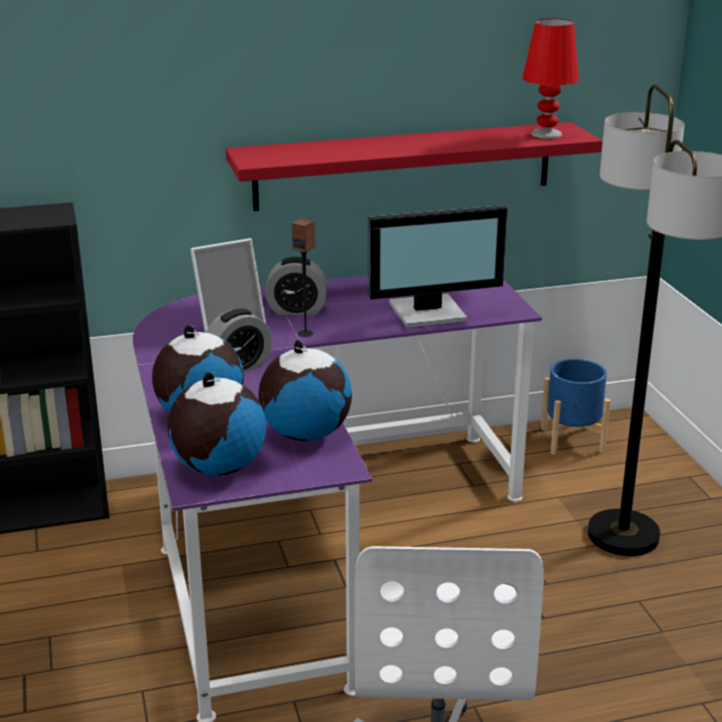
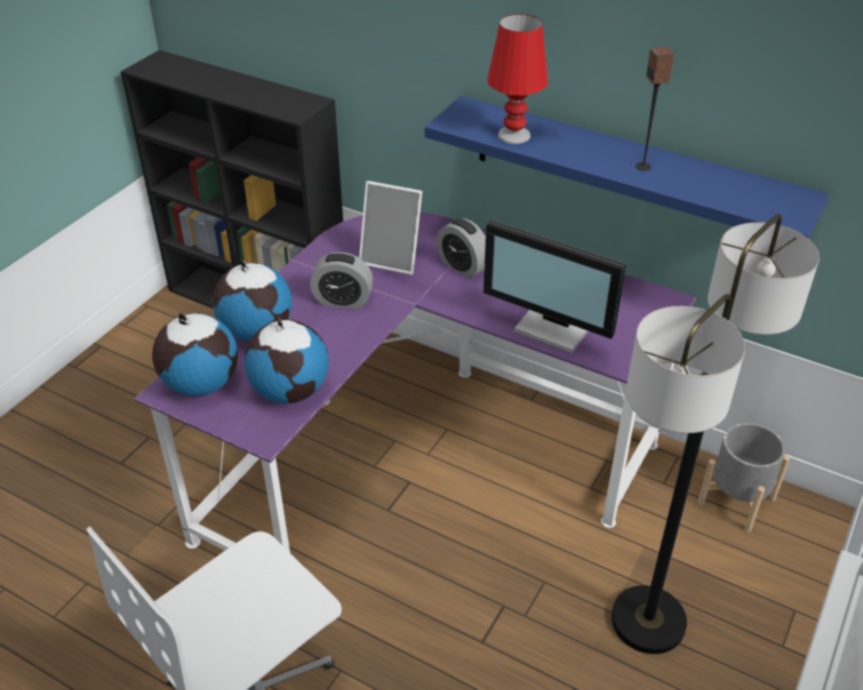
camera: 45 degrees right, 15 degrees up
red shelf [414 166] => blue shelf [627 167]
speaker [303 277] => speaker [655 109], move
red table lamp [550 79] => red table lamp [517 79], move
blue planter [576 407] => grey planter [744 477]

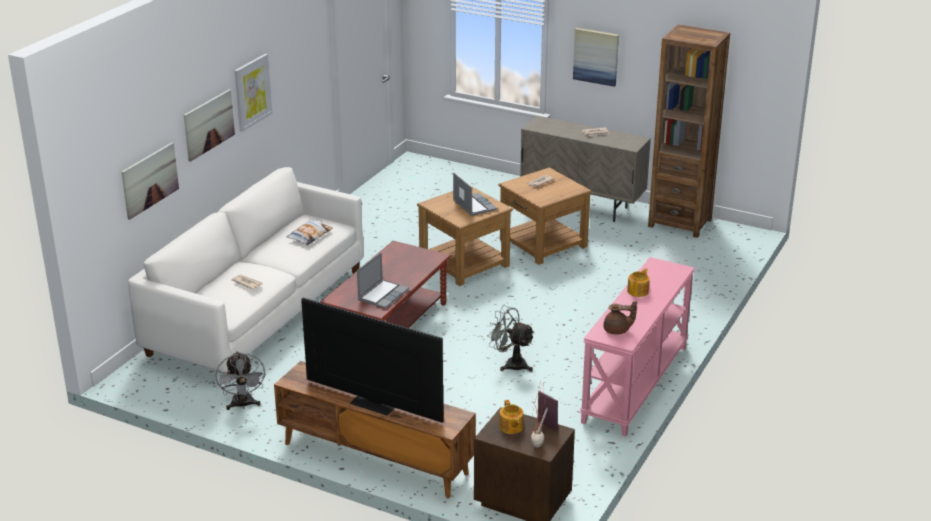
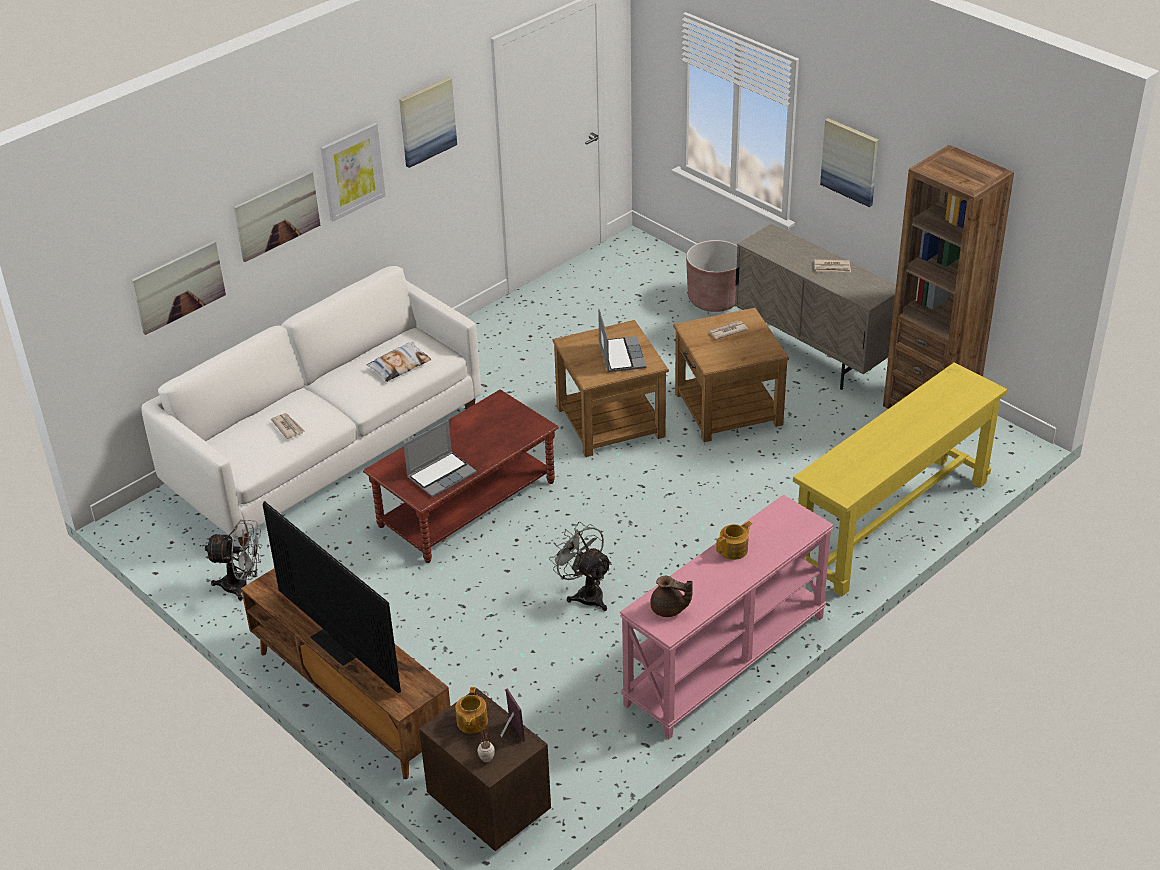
camera: 20 degrees right, 10 degrees up
grey fan [241 380] => grey fan [233 560], 90 degrees counterclockwise
nothing => picture [428 122]
nothing => brown planter [711 276]
nothing => yellow console table [900 479]

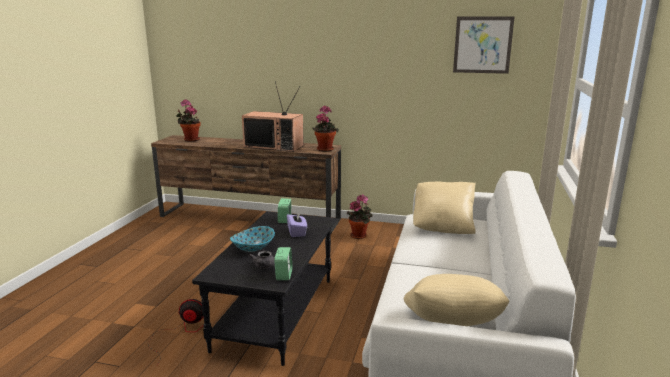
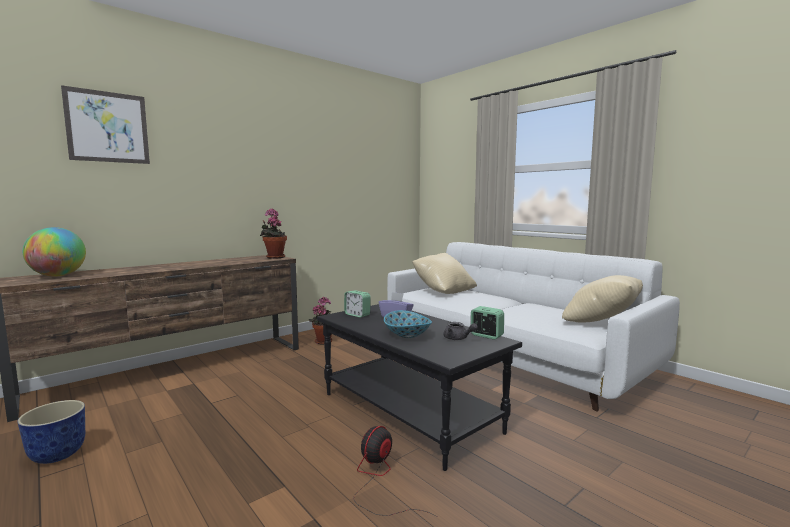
camera: 55 degrees left, 10 degrees down
potted plant [188 120] => globe [54 252]
television [273 117] => nothing
picture [484 45] => picture [105 124], move
nothing => planter [51 432]

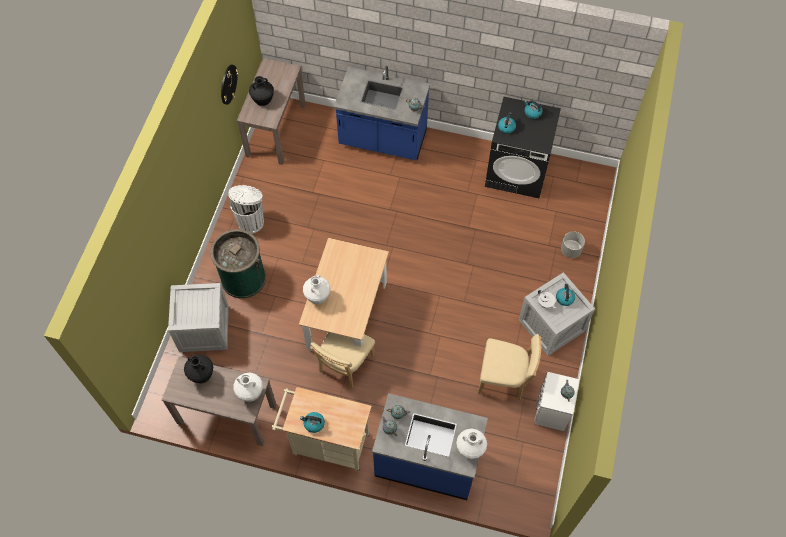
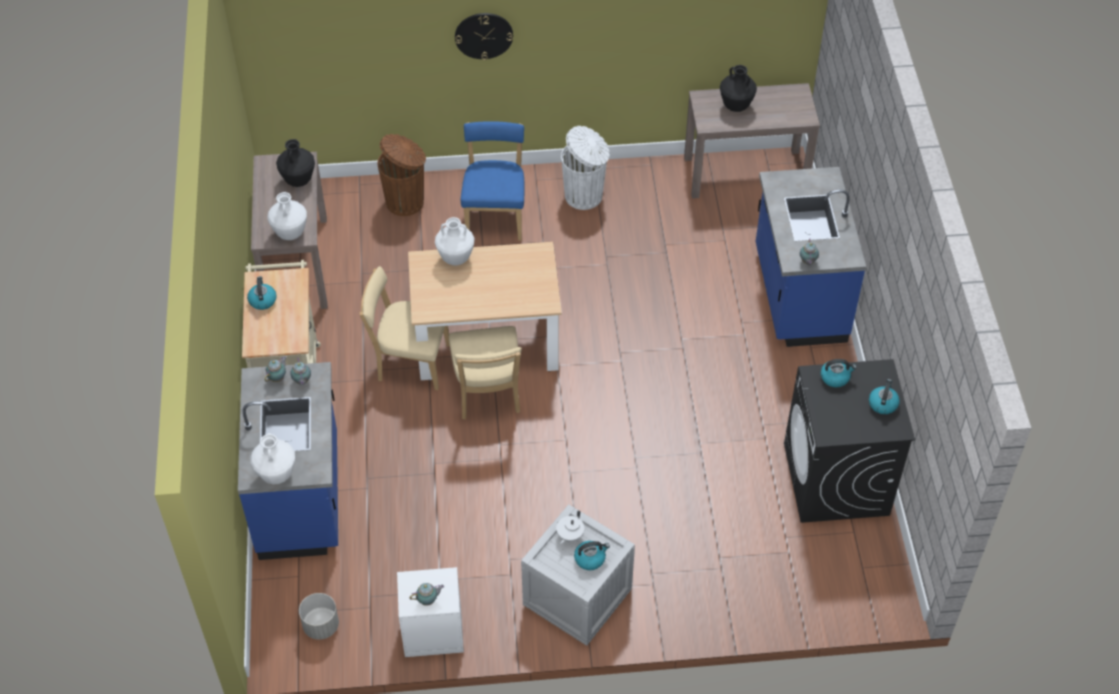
camera: 70 degrees right, 10 degrees down
crate [198 317] => brown trash can [401 175]
green trash can [238 263] => blue chair [492 181]
wall clock [229 85] => wall clock [484 36], move
beige chair [510 367] => beige chair [485 372], move
grey planter [573 244] => grey planter [319 616], move

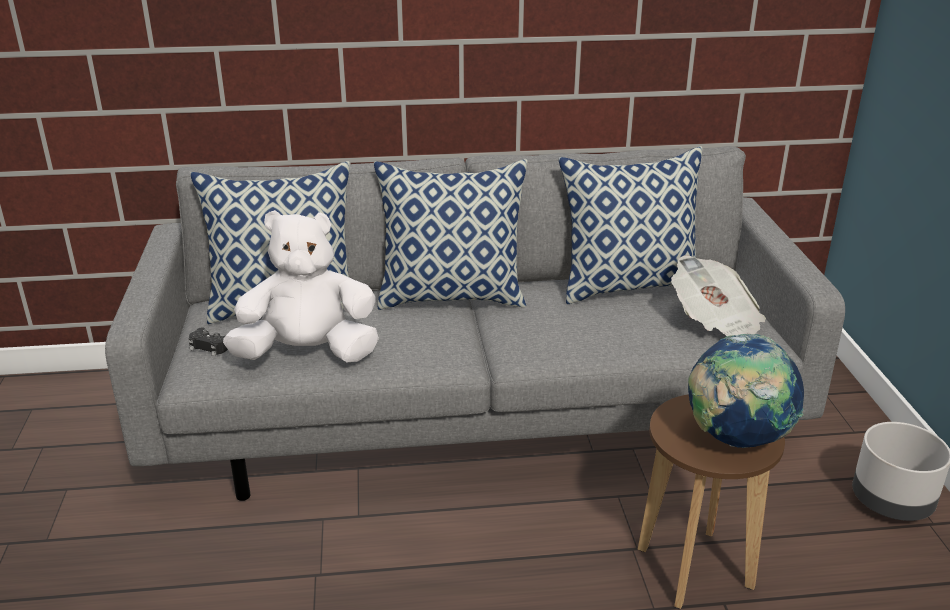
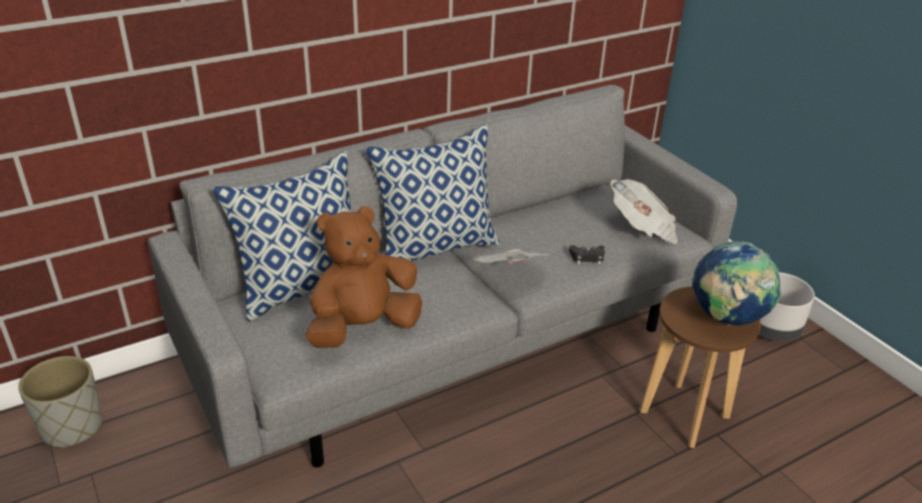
camera: 25 degrees left, 5 degrees up
black game controller [208 342] => black game controller [587 254], move
white plush toy [301 286] => brown plush toy [363 277]
pillow [630 225] => nothing
nothing => grey planter [60 402]
nothing => newspaper [511 256]

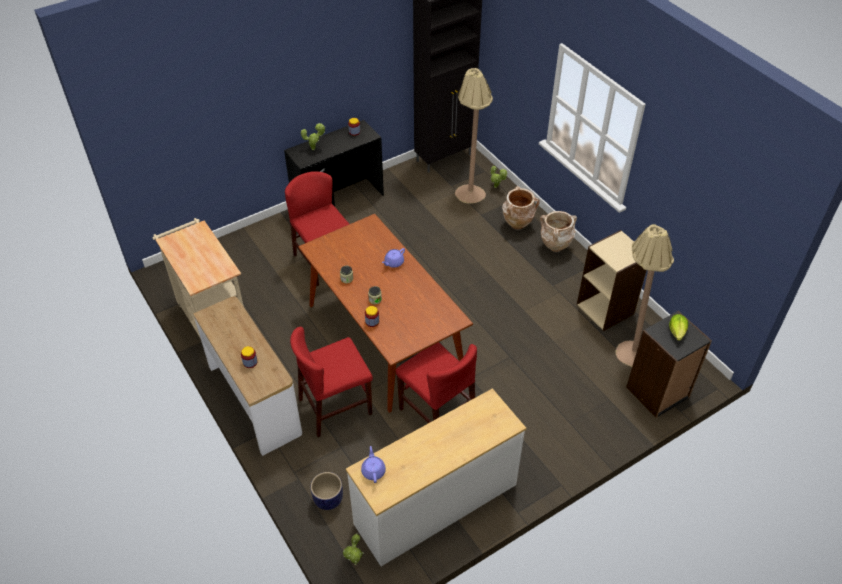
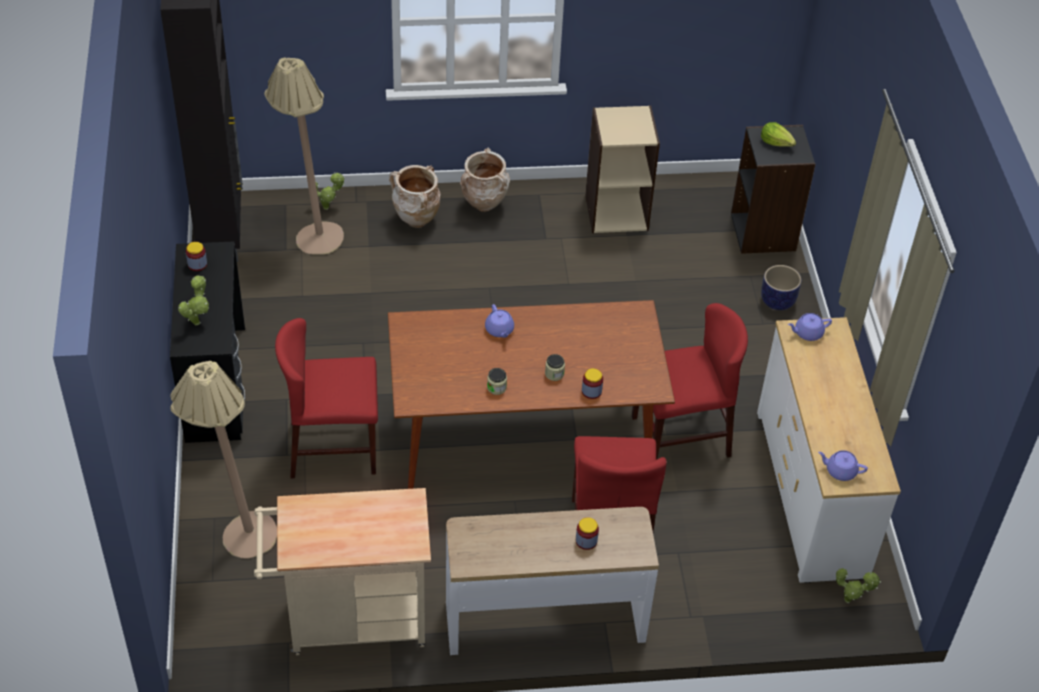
camera: 65 degrees left, 0 degrees up
planter [327 491] => planter [781 287], move
beige floor lamp [644 296] => beige floor lamp [223 460], move
nothing => purple teapot [810 327]

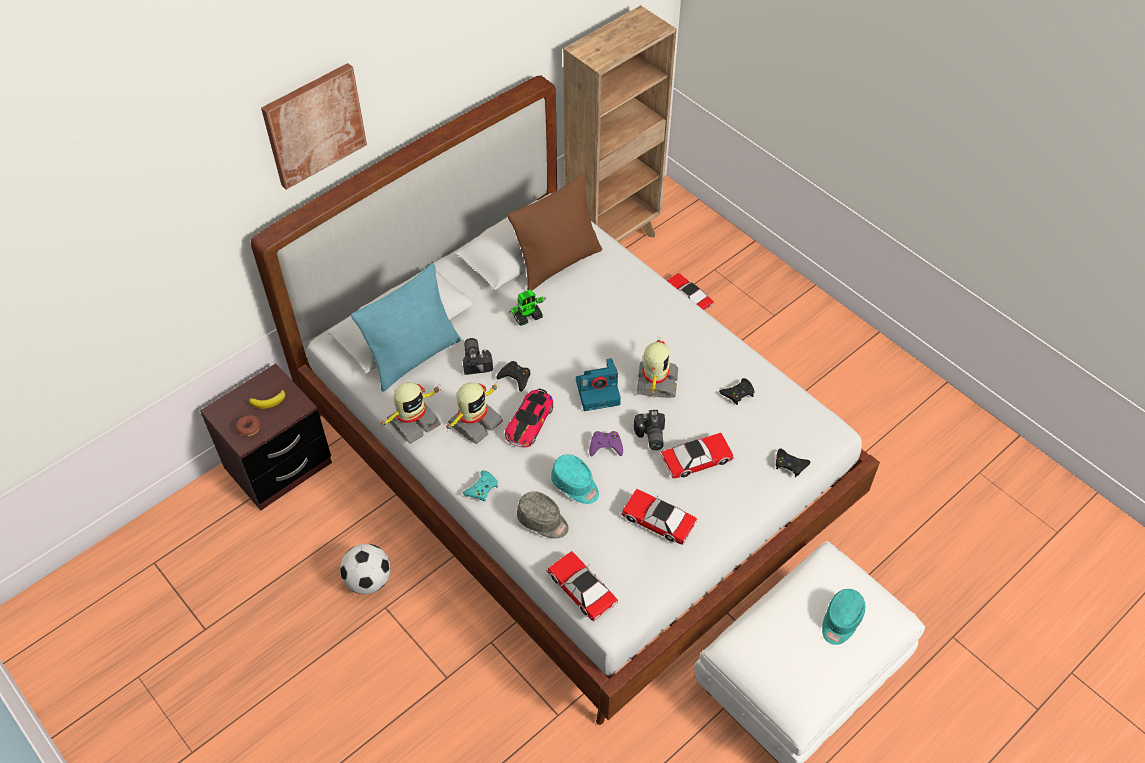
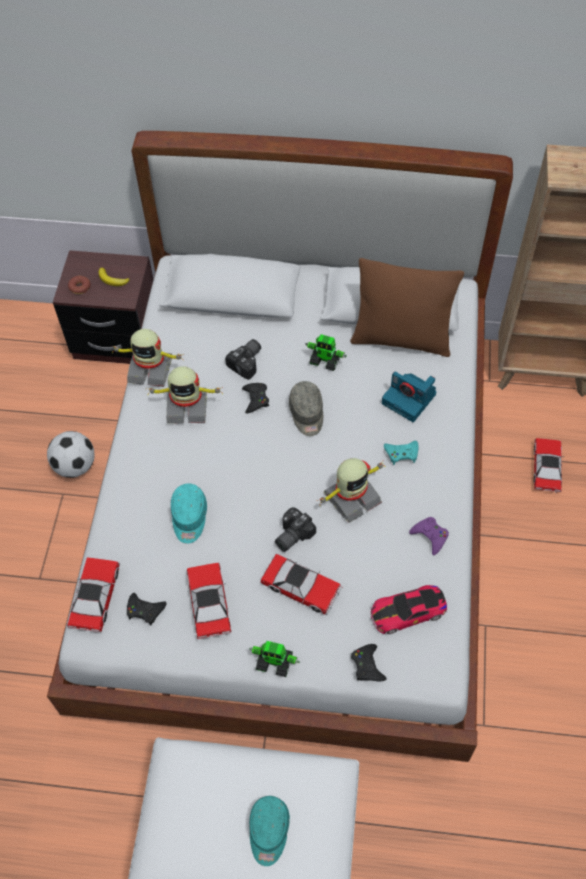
camera: 50 degrees right, 5 degrees up
picture [314 126] => nothing
turquoise pillow [406 327] => nothing
turquoise game controller [480 486] => turquoise game controller [401 453], move
toy car [529 418] => toy car [409 609], move
grey cap [543 515] => grey cap [306 408], move
photo camera [598 384] => photo camera [409 397], move
purple game controller [606 443] => purple game controller [429 536], move
black game controller [737 391] => black game controller [147 609], move
turquoise cap [844 617] => turquoise cap [269 831], 75 degrees counterclockwise
nothing => toy robot [274 659]

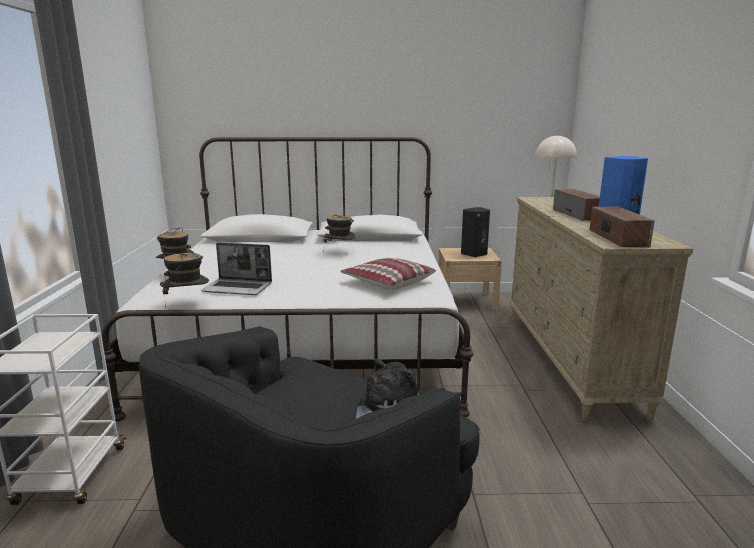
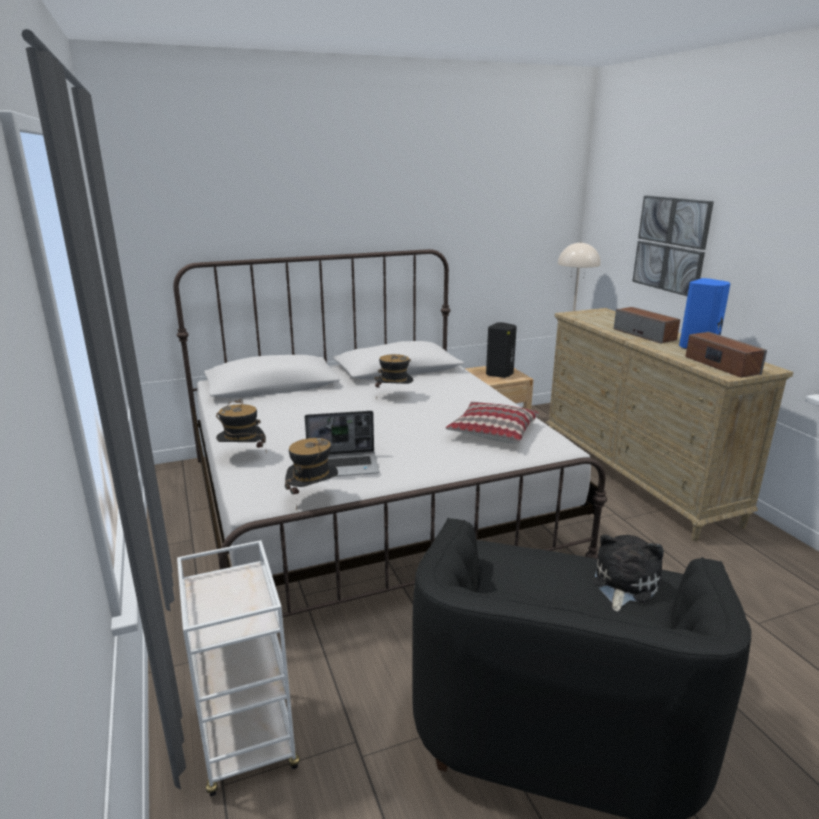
camera: 20 degrees left, 5 degrees up
nothing => picture [673 245]

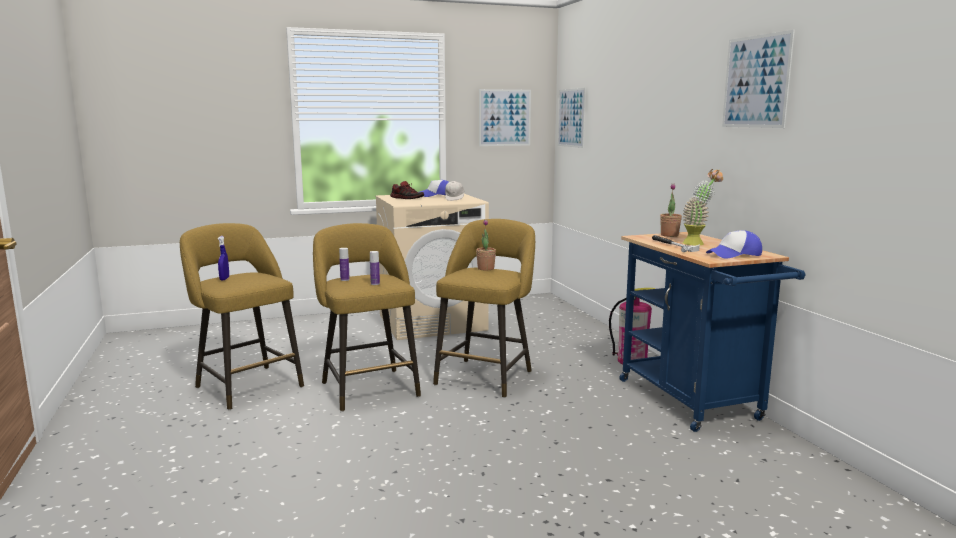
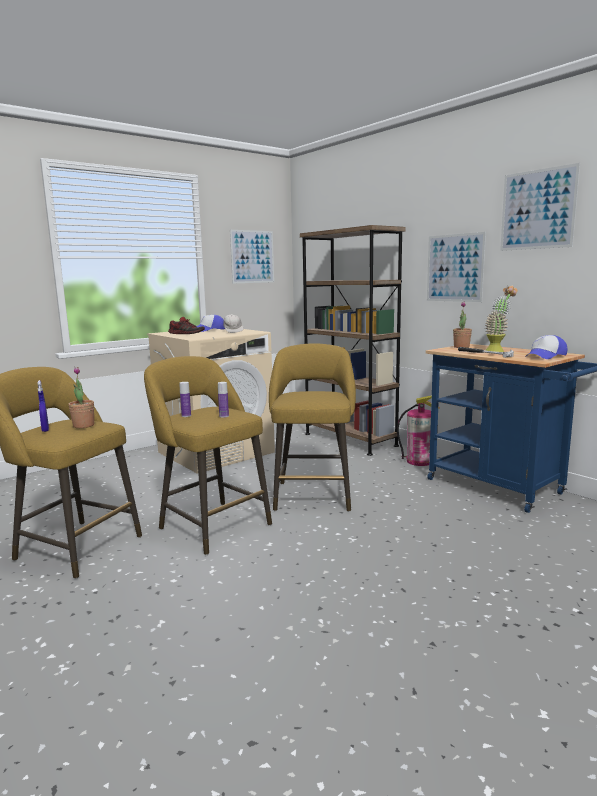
camera: 20 degrees left, 0 degrees up
potted plant [486 245] => potted plant [81 397], move
picture [572 118] => picture [456 267], move
nothing => brown bookcase [353 340]

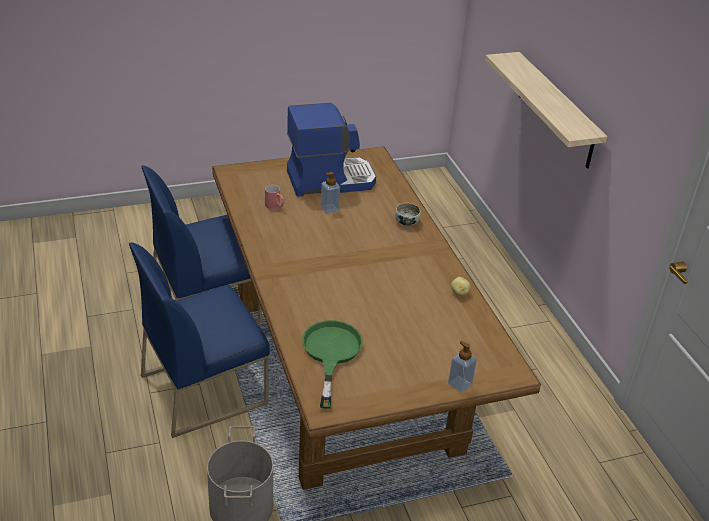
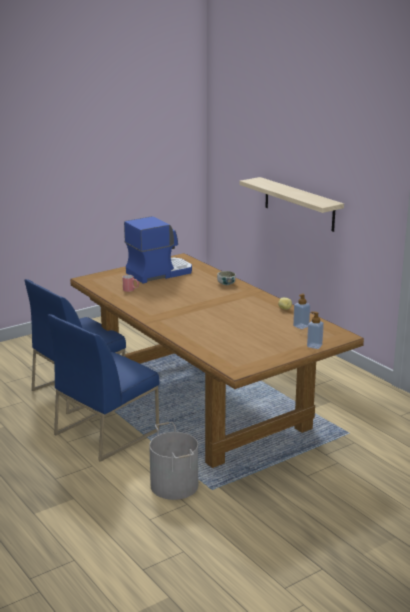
camera: 15 degrees left, 15 degrees down
green frying pan [332 364] => nothing
soap dispenser [330 193] => soap dispenser [301 311], move

